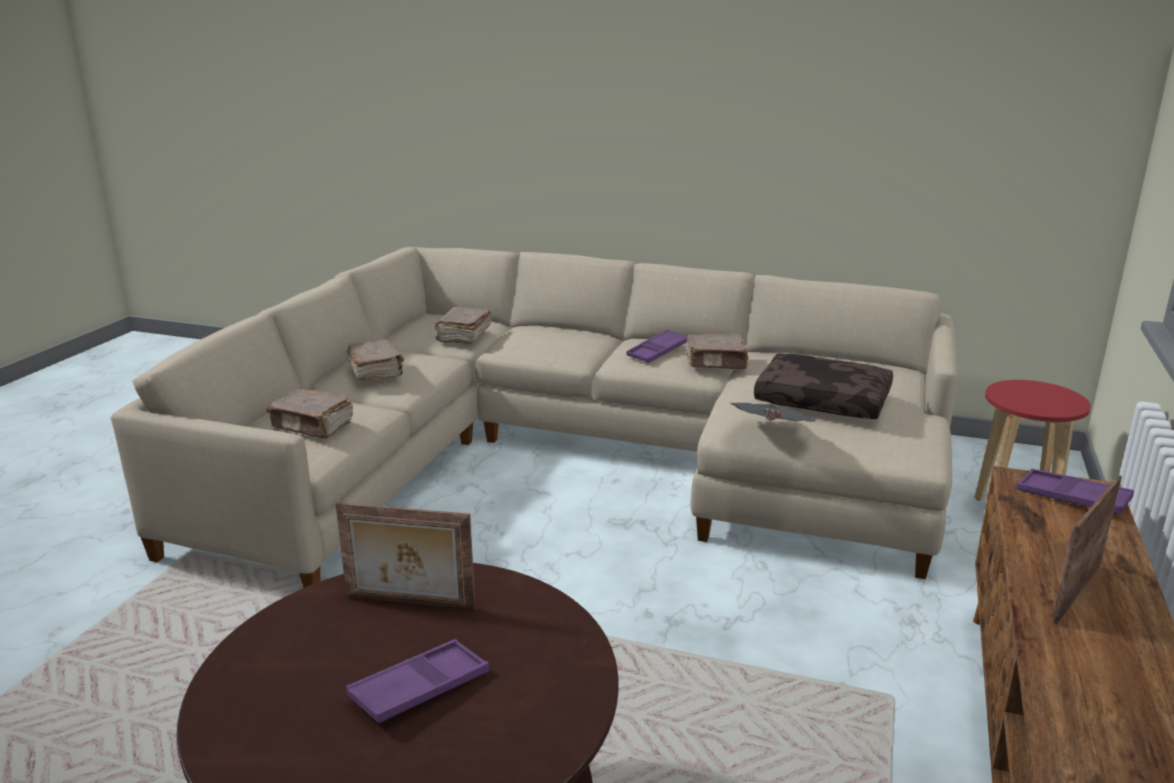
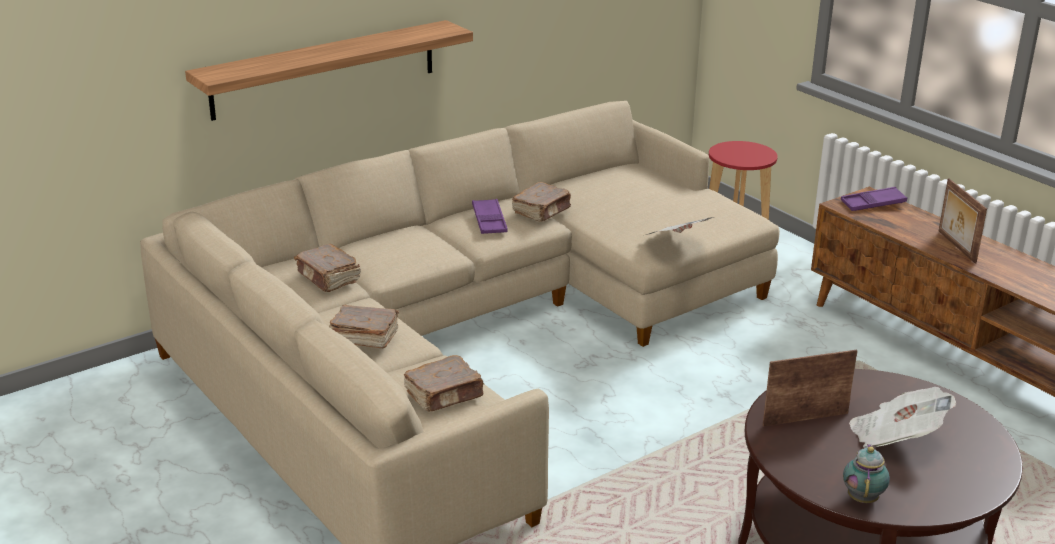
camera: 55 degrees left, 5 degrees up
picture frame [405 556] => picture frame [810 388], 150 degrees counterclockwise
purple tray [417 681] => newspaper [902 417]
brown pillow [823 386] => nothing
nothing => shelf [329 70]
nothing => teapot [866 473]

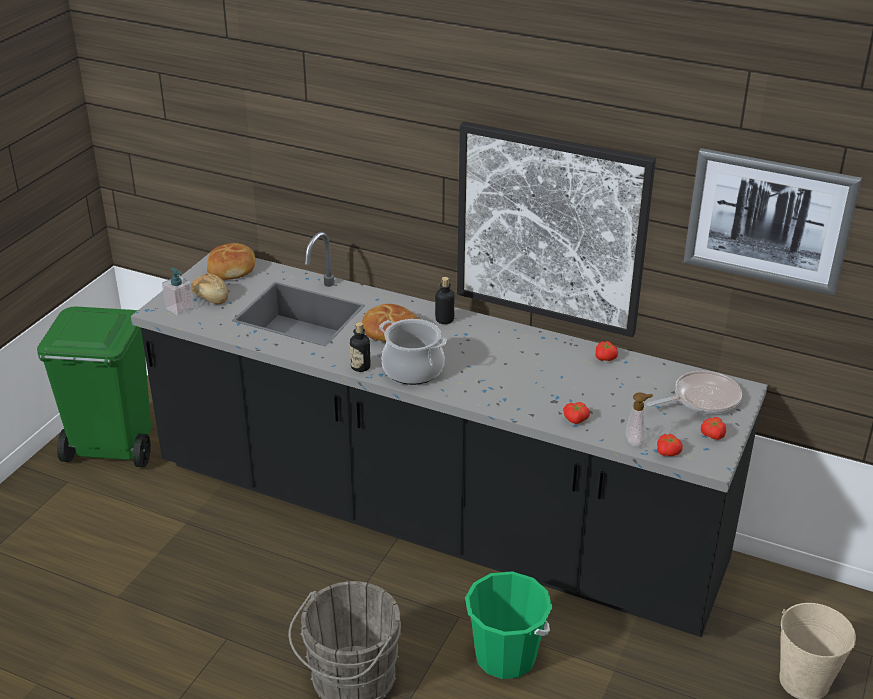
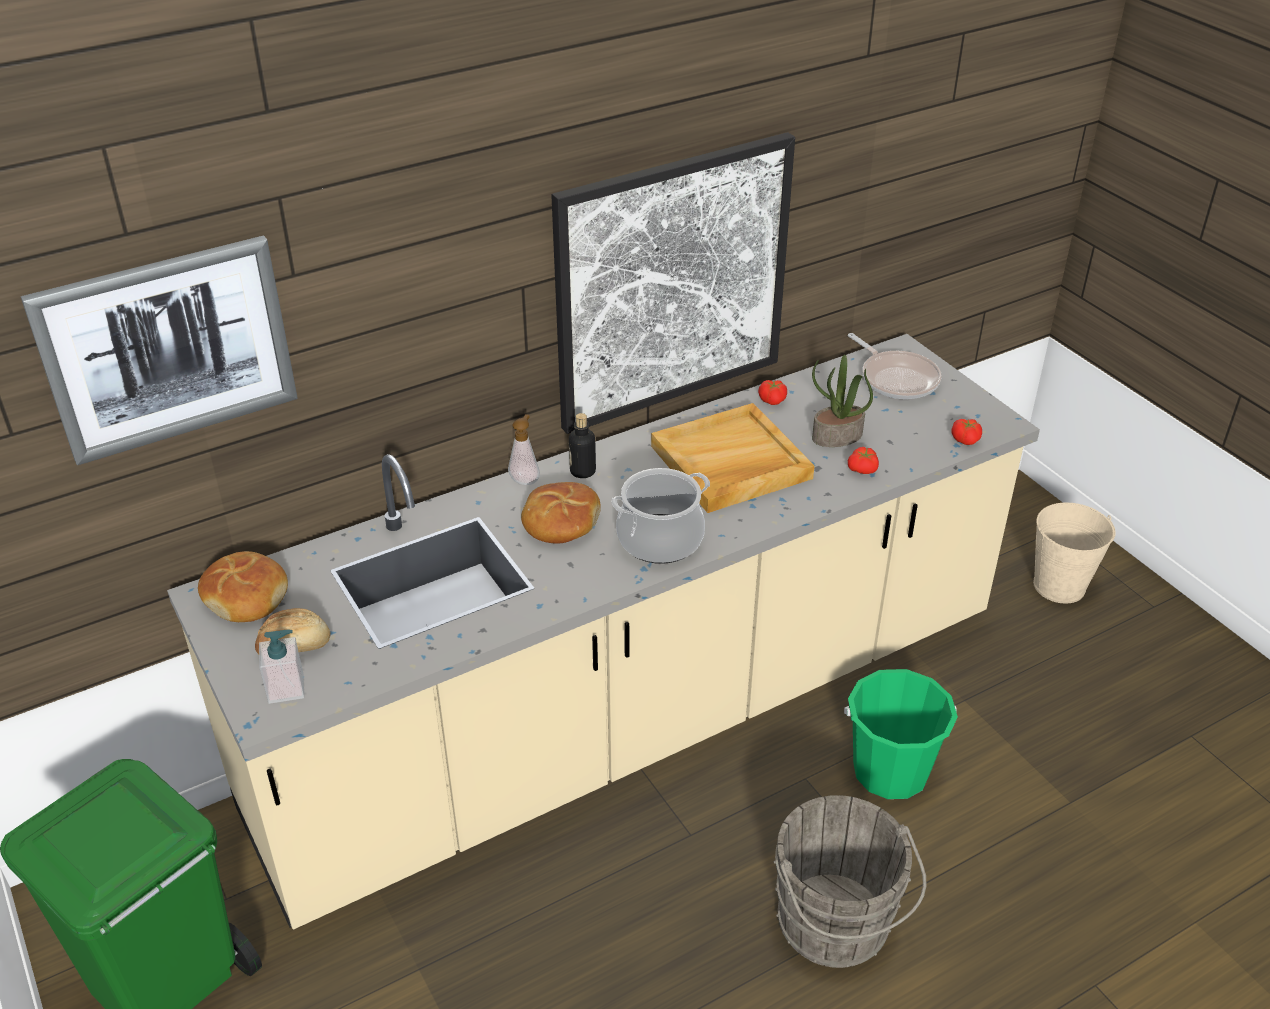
camera: 55 degrees left, 5 degrees up
black counter [449 434] => beige counter [603 631]
bottle [360 347] => nothing
soap dispenser [639 420] => soap dispenser [524 449], move
frying pan [694 392] => frying pan [895 366], 135 degrees clockwise
picture [772 222] => picture [159 350], move
tomato [713 428] => nothing
nothing => beige tray [733 458]
nothing => potted plant [842 401]

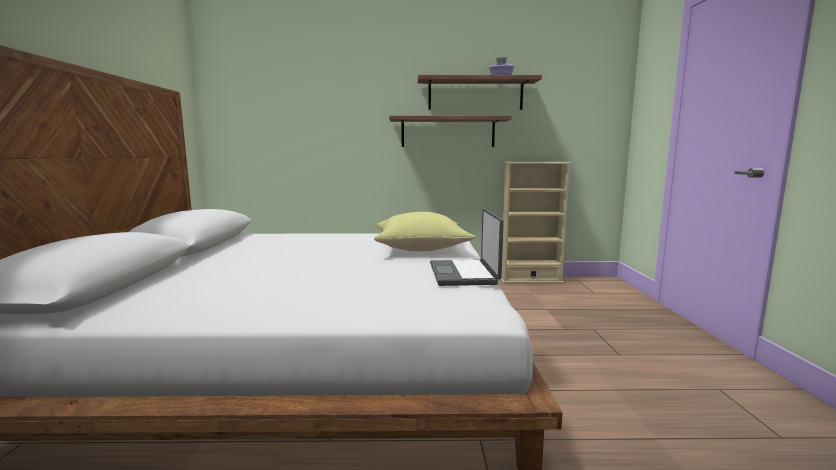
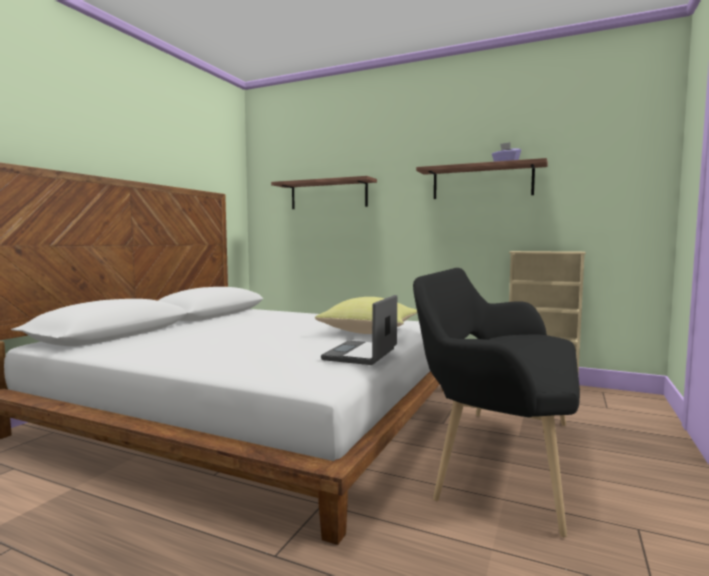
camera: 25 degrees right, 5 degrees down
shelf [450 131] => shelf [324 192], move
nothing => black bench [496 403]

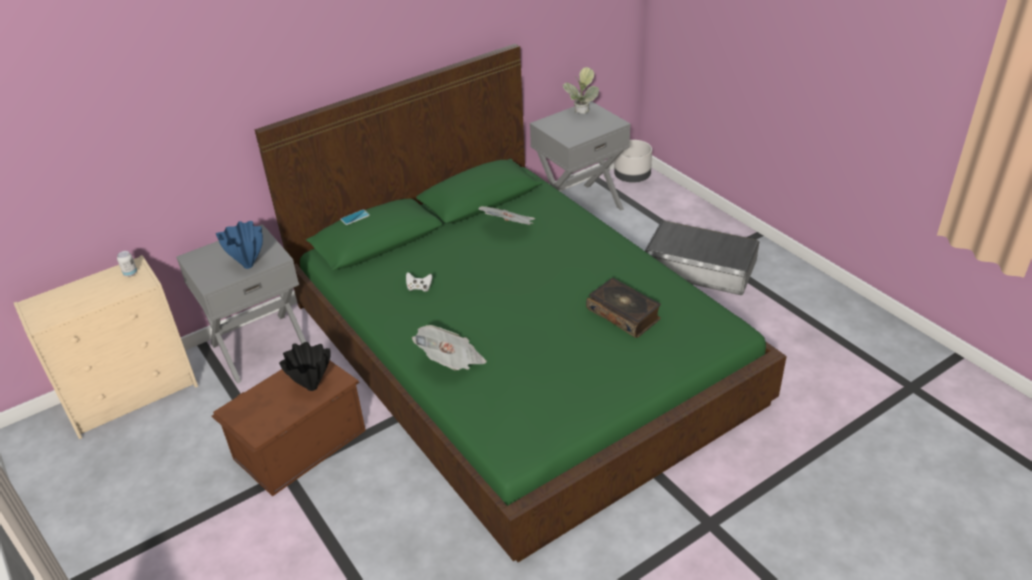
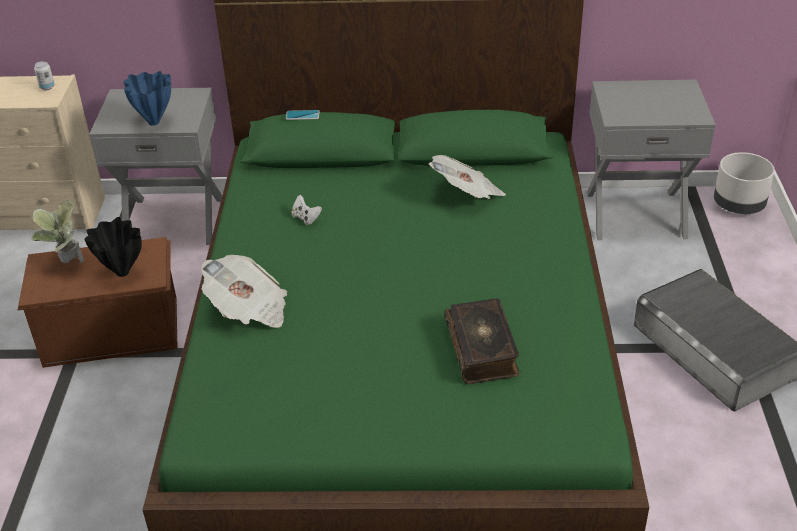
camera: 35 degrees right, 0 degrees up
potted plant [581 90] => potted plant [57 232], move

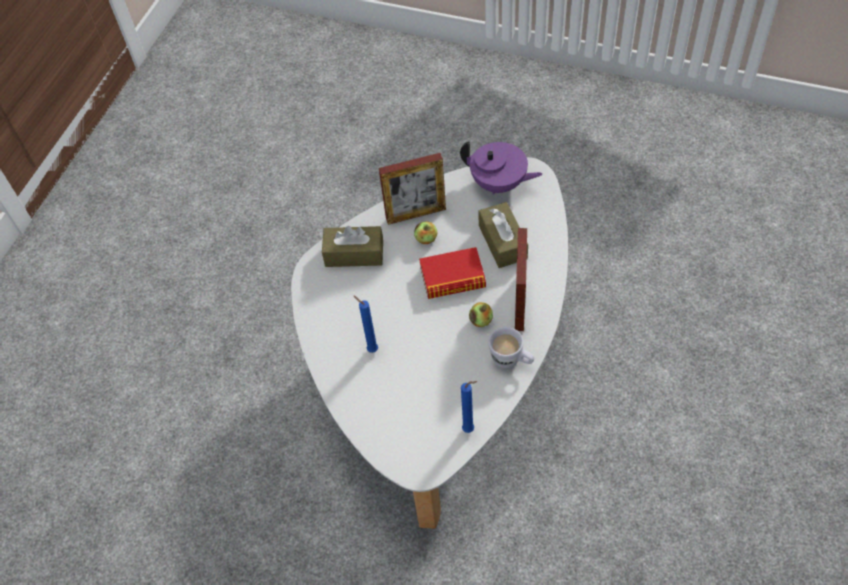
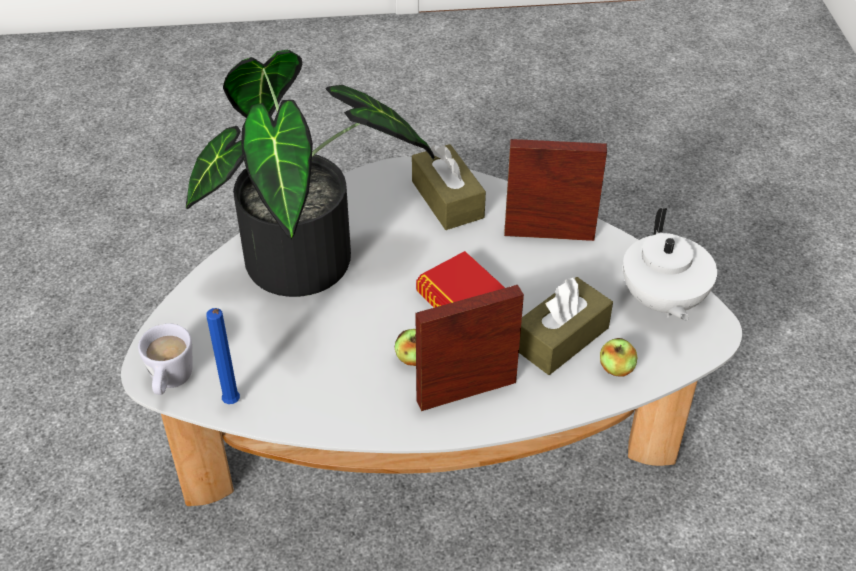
camera: 60 degrees right, 10 degrees down
blue candle [365 324] => potted plant [310 173]
picture frame [412 189] => picture frame [555 190], 135 degrees clockwise
apple [425 233] => apple [618 357], move
purple teapot [501 168] => white teapot [670 264]
white mug [511 347] => white mug [165 359], move

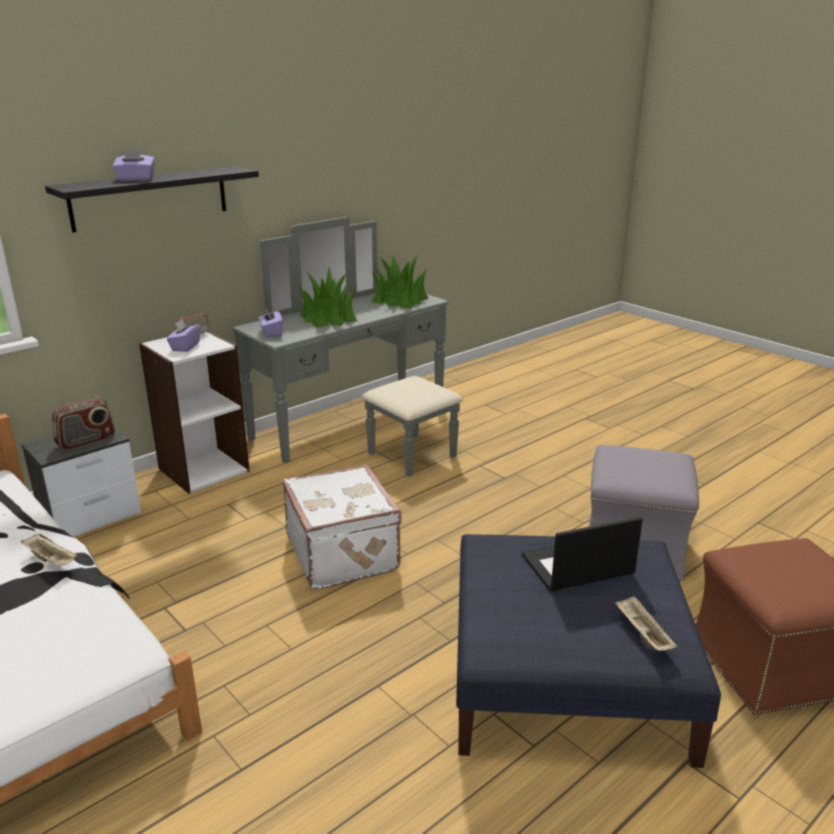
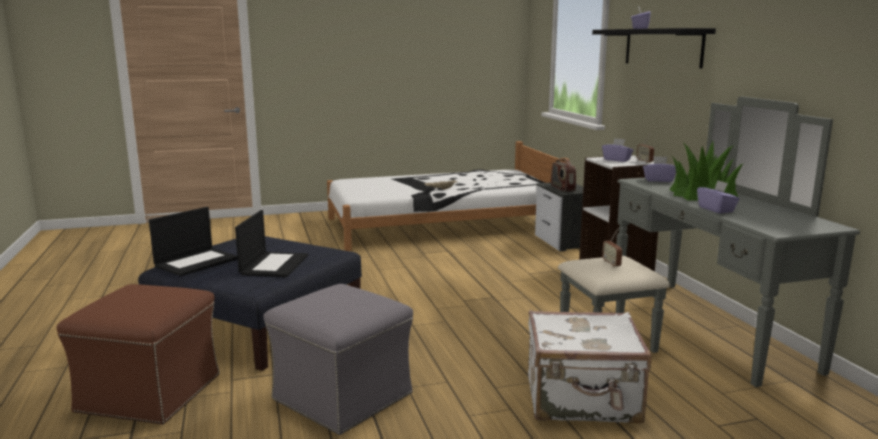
camera: 115 degrees right, 10 degrees down
white suitcase [342 527] => white suitcase [590 366], move
potted plant [400 280] => nothing
beige tray [646 623] => laptop [193 241]
nothing => radio [612 248]
nothing => purple tissue box [718 196]

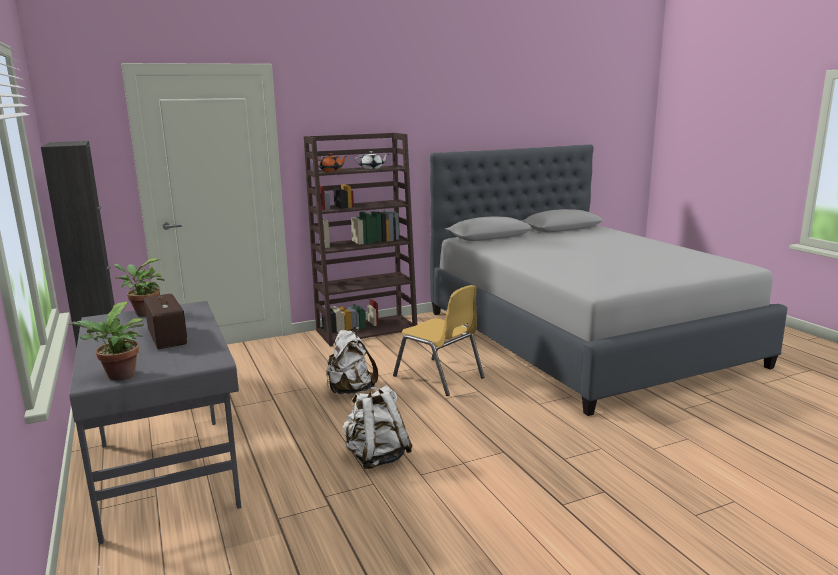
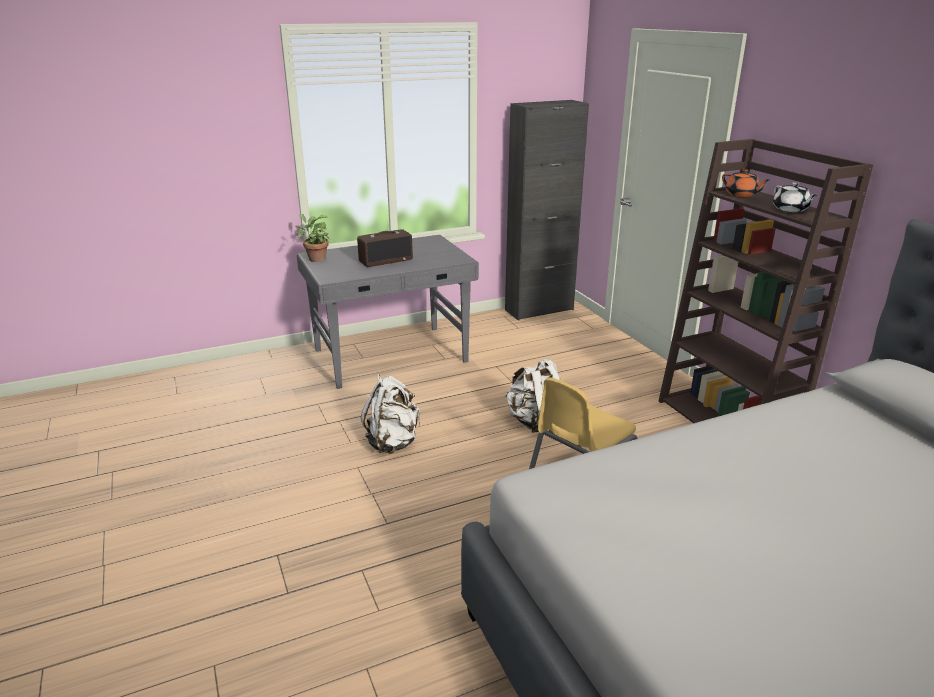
camera: 90 degrees right, 10 degrees up
potted plant [139 288] => nothing

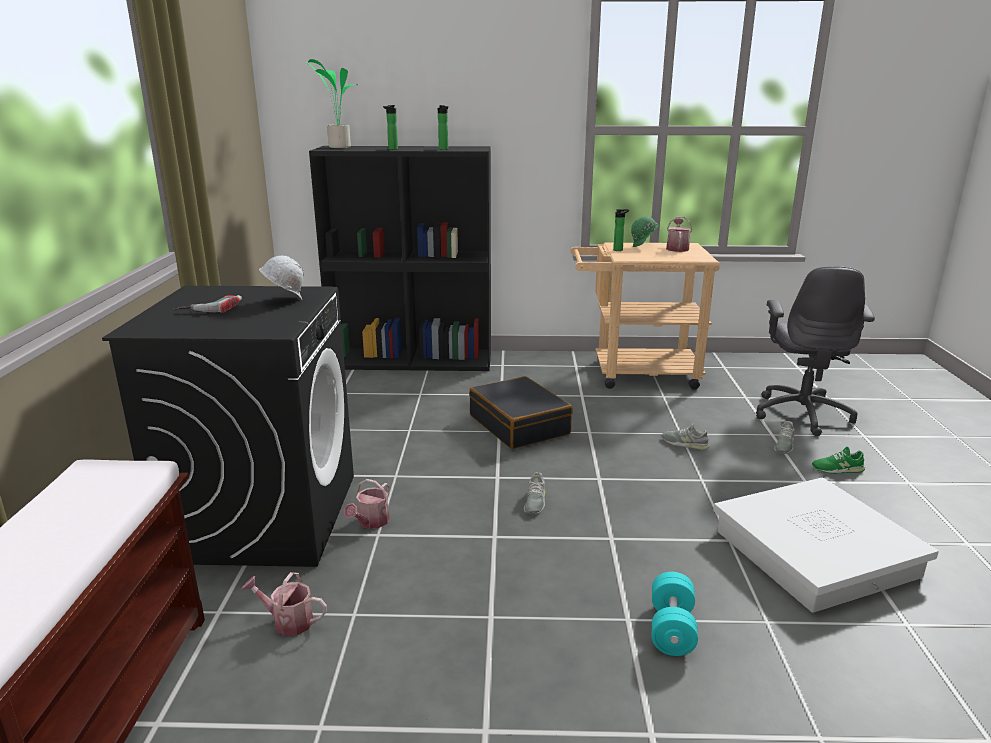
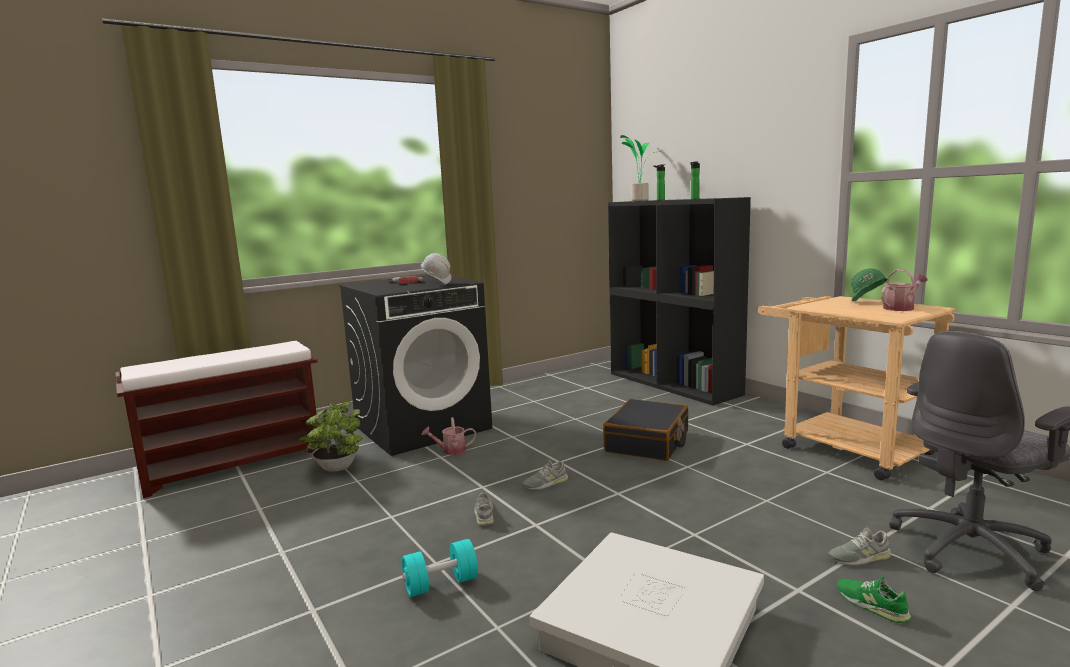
camera: 55 degrees right, 10 degrees down
watering can [284 604] => potted plant [330 436]
bottle [621 230] => nothing
grey shoe [686 437] => grey shoe [484 508], move

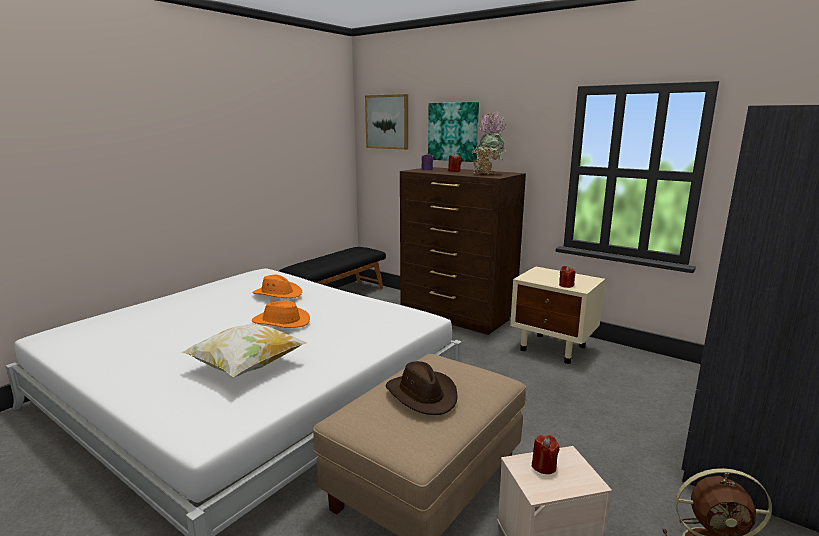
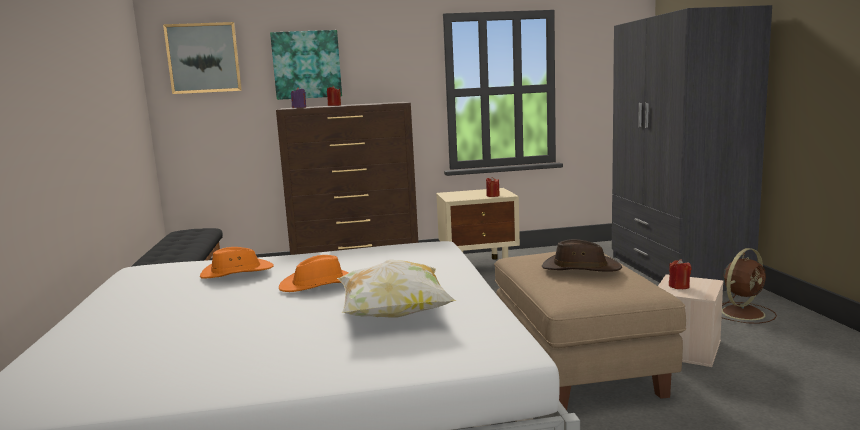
camera: 45 degrees left, 5 degrees down
potted plant [489 143] => nothing

